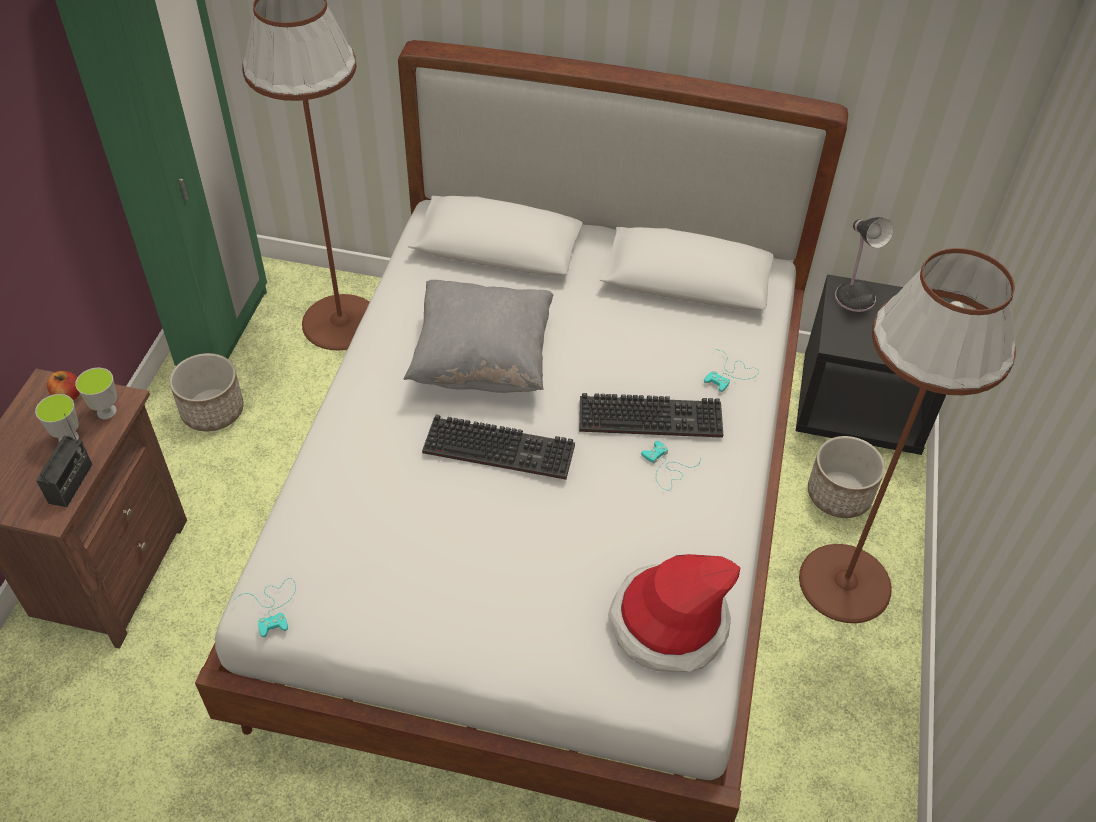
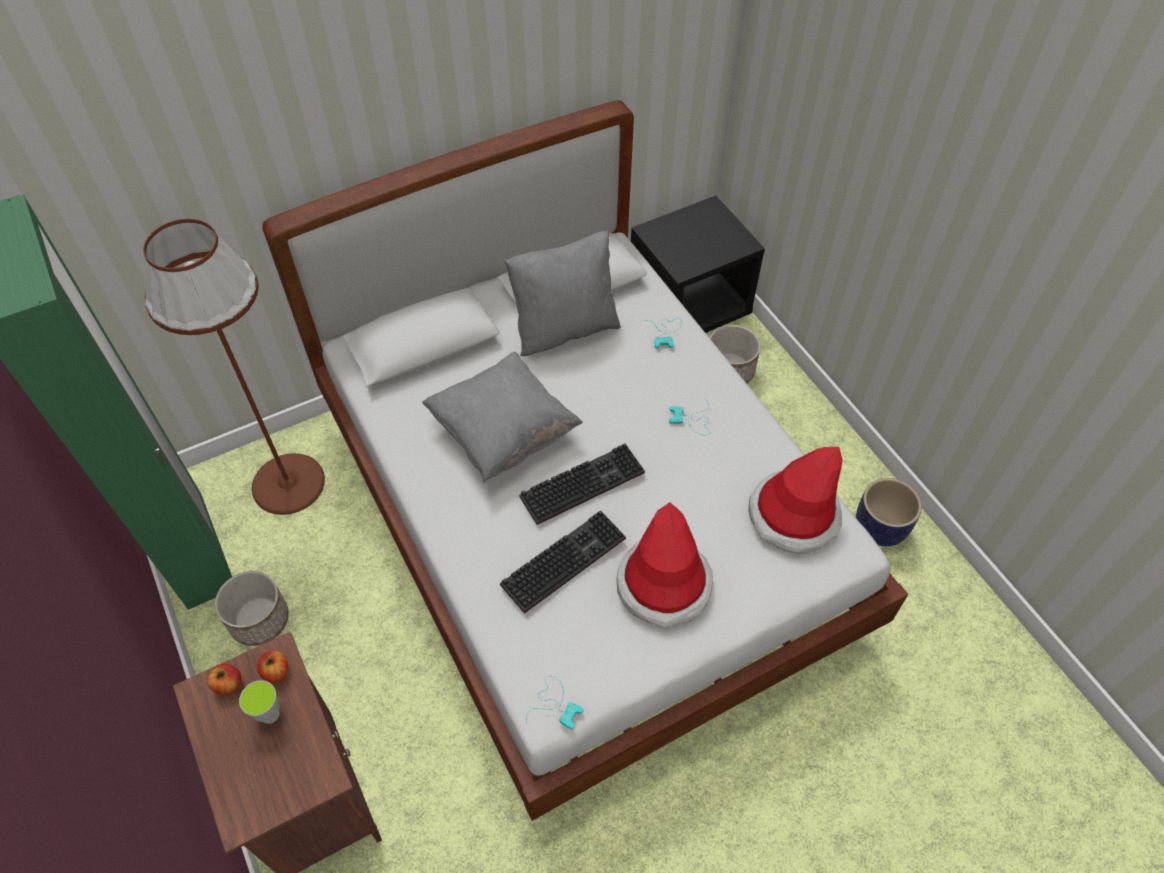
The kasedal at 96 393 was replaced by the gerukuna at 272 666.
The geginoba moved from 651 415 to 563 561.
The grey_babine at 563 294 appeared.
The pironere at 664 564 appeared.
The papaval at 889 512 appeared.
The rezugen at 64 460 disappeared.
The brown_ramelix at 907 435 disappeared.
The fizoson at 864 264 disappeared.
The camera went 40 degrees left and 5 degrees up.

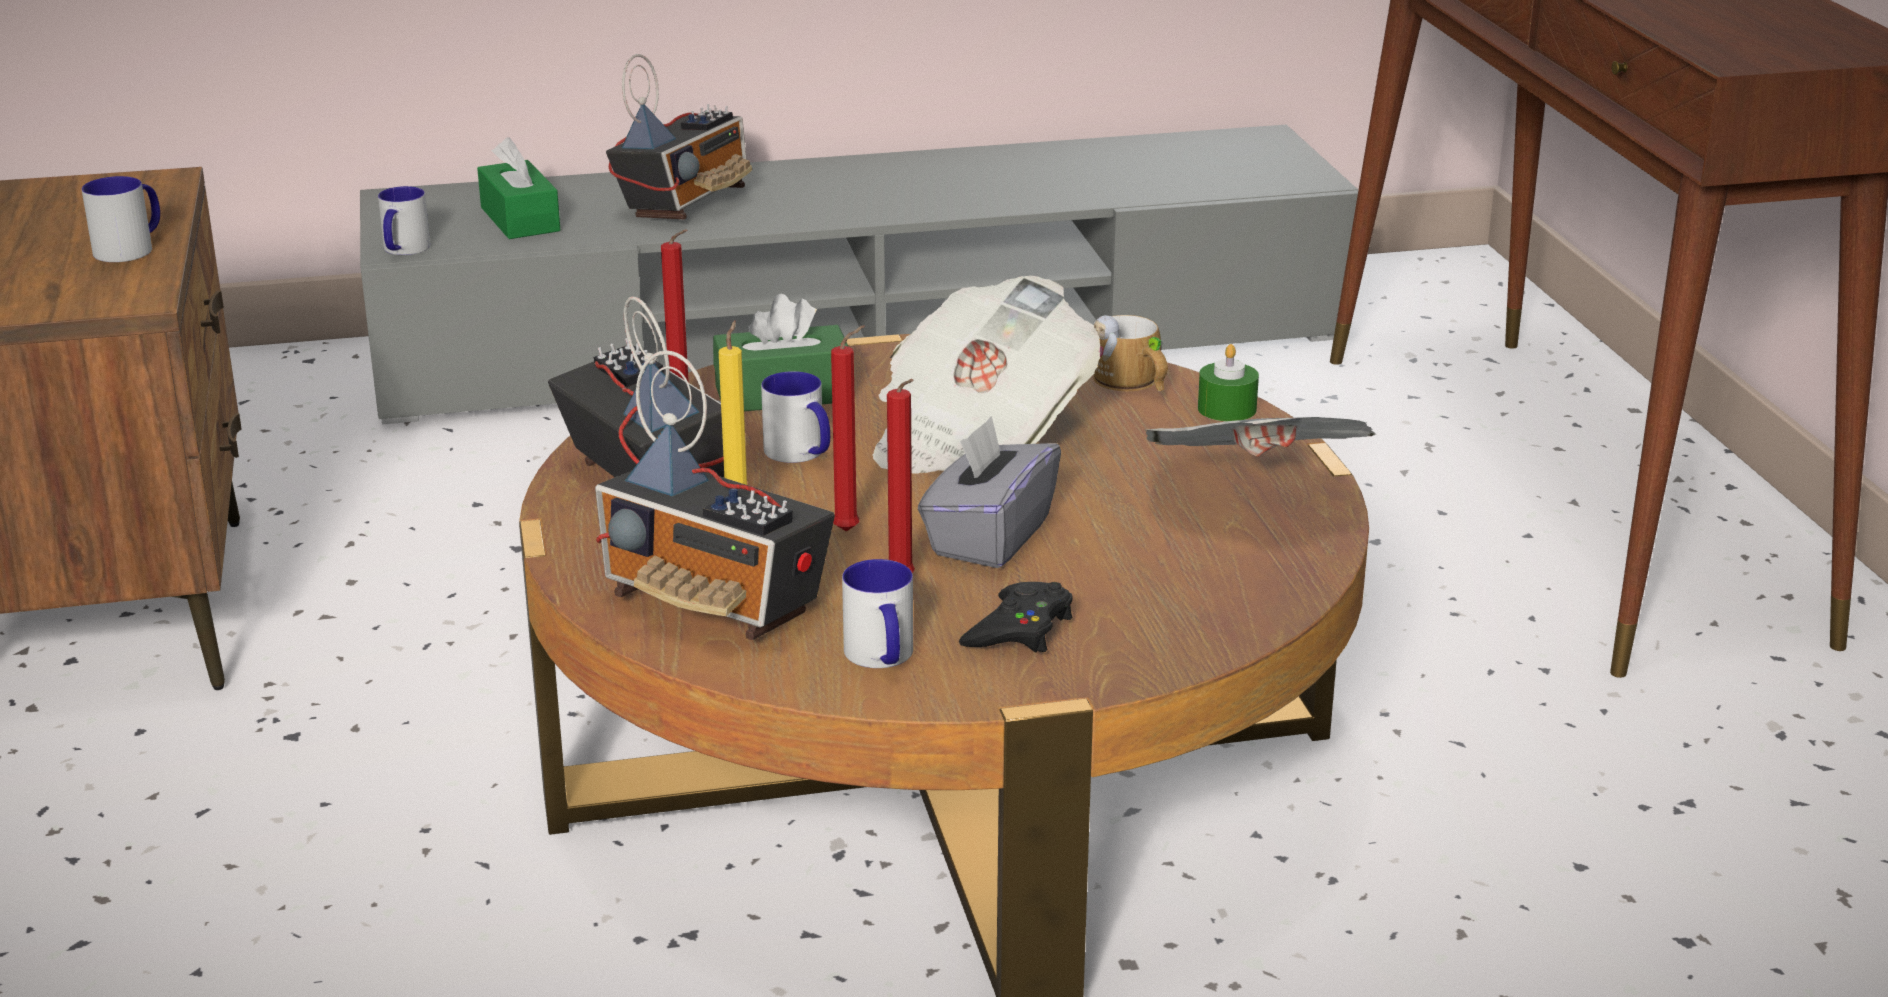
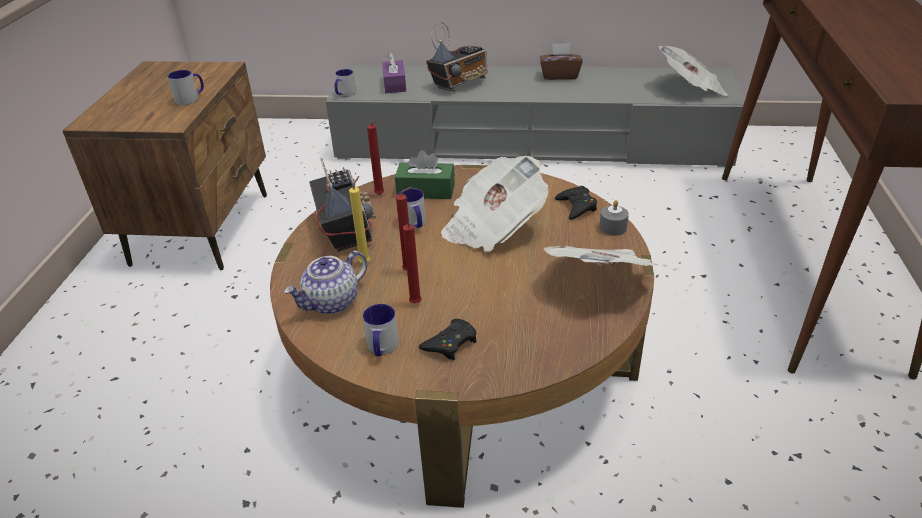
The rezugen at 715 495 was replaced by the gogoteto at 325 282.
The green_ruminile at 518 188 became the purple_ruminile at 394 72.
The brown_ruminile at 561 61 appeared.
The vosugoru at 1130 353 was replaced by the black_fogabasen at 576 203.
The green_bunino at 1228 382 became the grey_bunino at 614 218.
The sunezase at 694 71 appeared.
The grey_ruminile at 989 492 disappeared.
The camera went 20 degrees right and 10 degrees up.

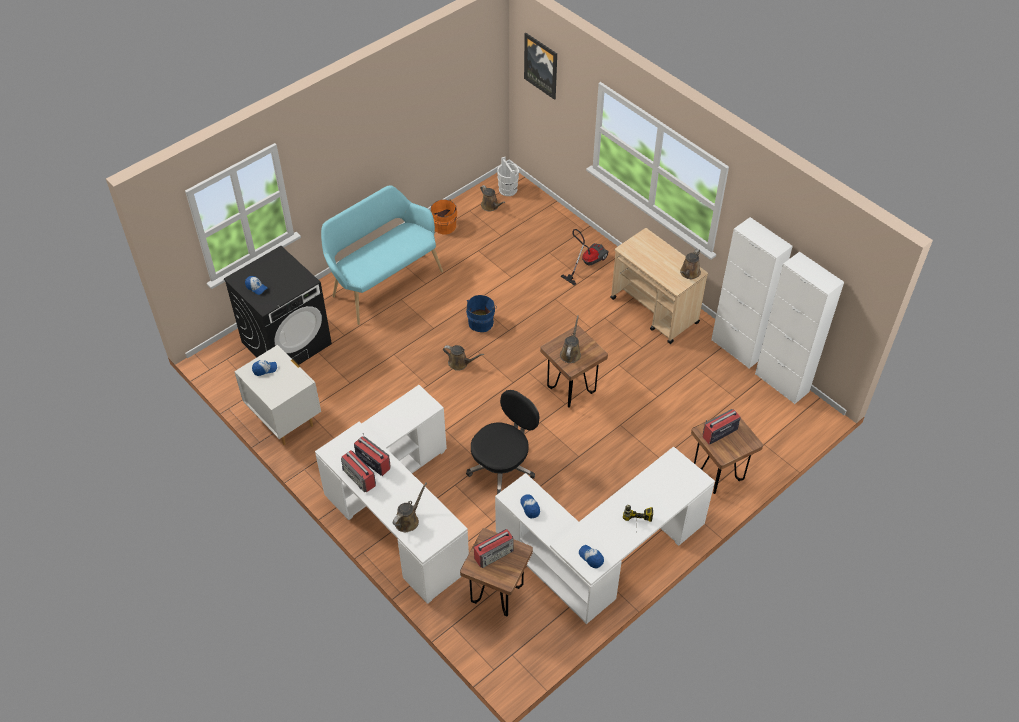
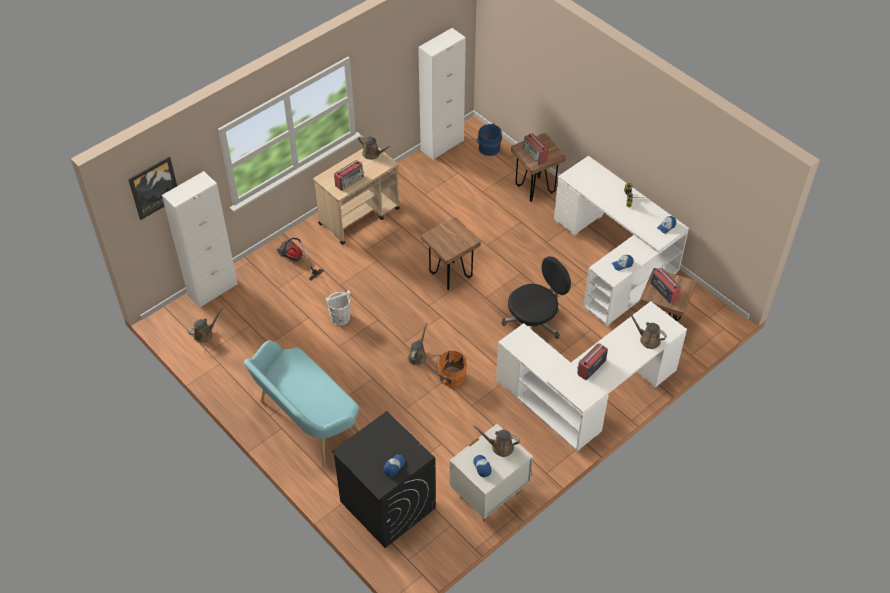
The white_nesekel moved from 752 293 to 200 239.
The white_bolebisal moved from 508 176 to 338 308.
The rezugen moved from 358 471 to 349 175.
The orange_bolebisal moved from 444 216 to 451 369.
The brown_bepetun moved from 570 339 to 496 441.
The blue_bolebisal moved from 481 313 to 489 139.
The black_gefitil at 502 442 turned 105 degrees clockwise.
The camera went 90 degrees left and 0 degrees up.

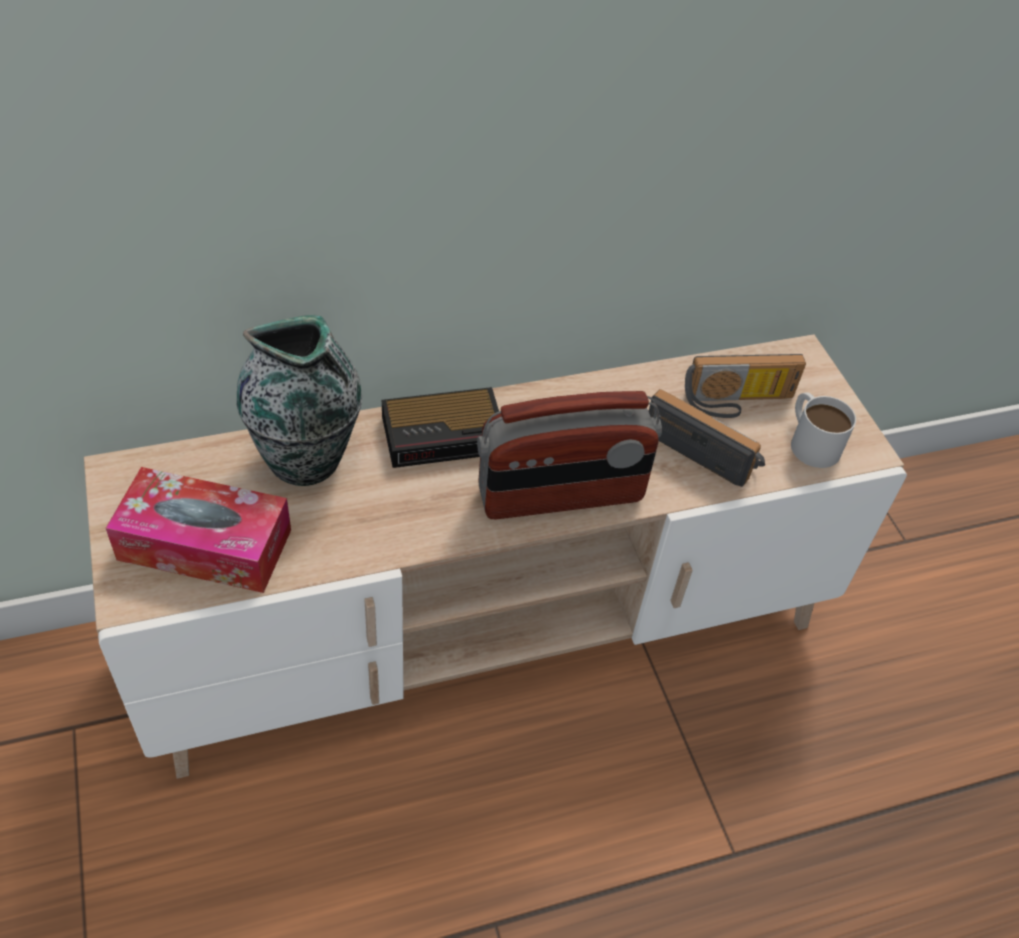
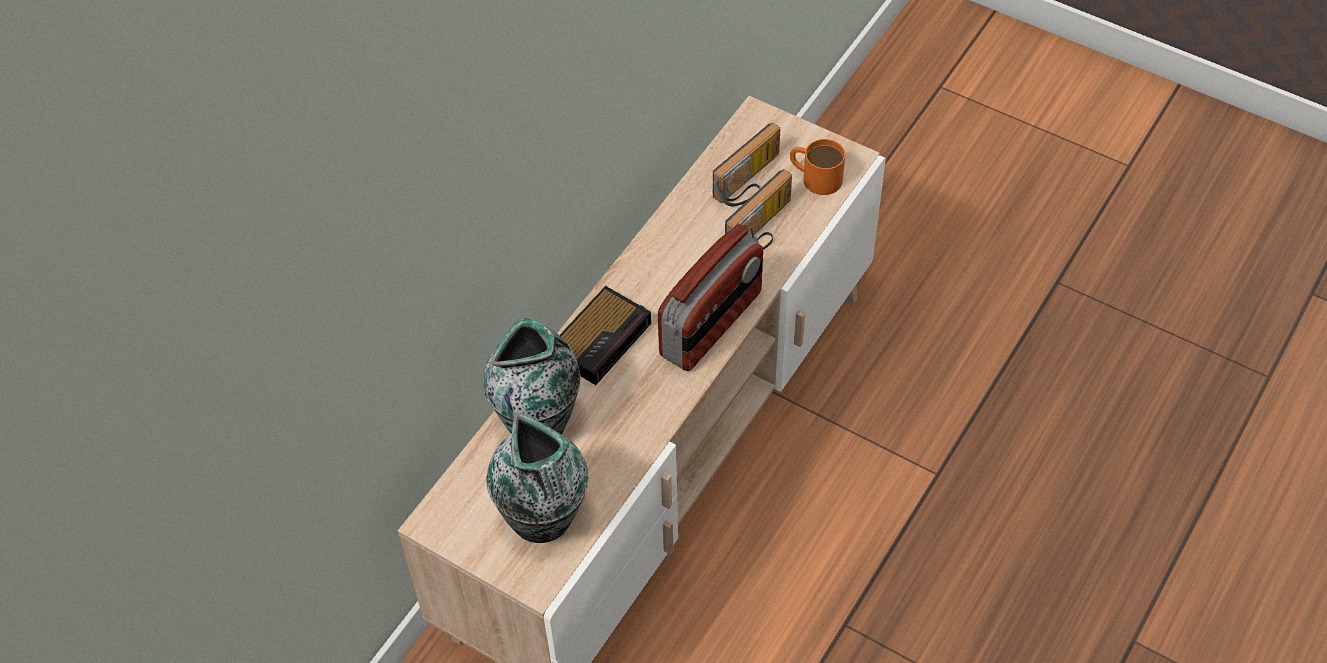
The ruminile at 198 530 was replaced by the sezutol at 537 478.
The rezugen at 707 438 turned 135 degrees clockwise.
The white_vosugoru at 823 430 became the orange_vosugoru at 817 167.
The camera went 35 degrees left and 5 degrees up.

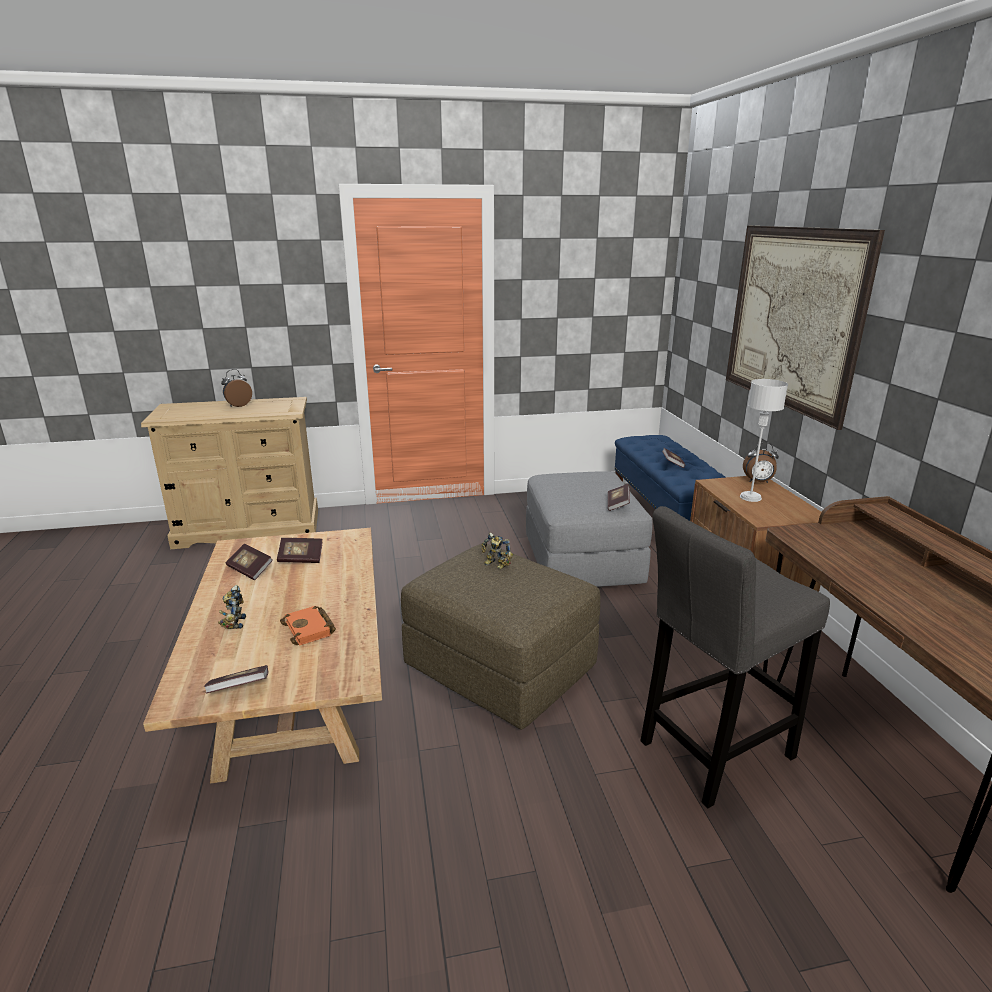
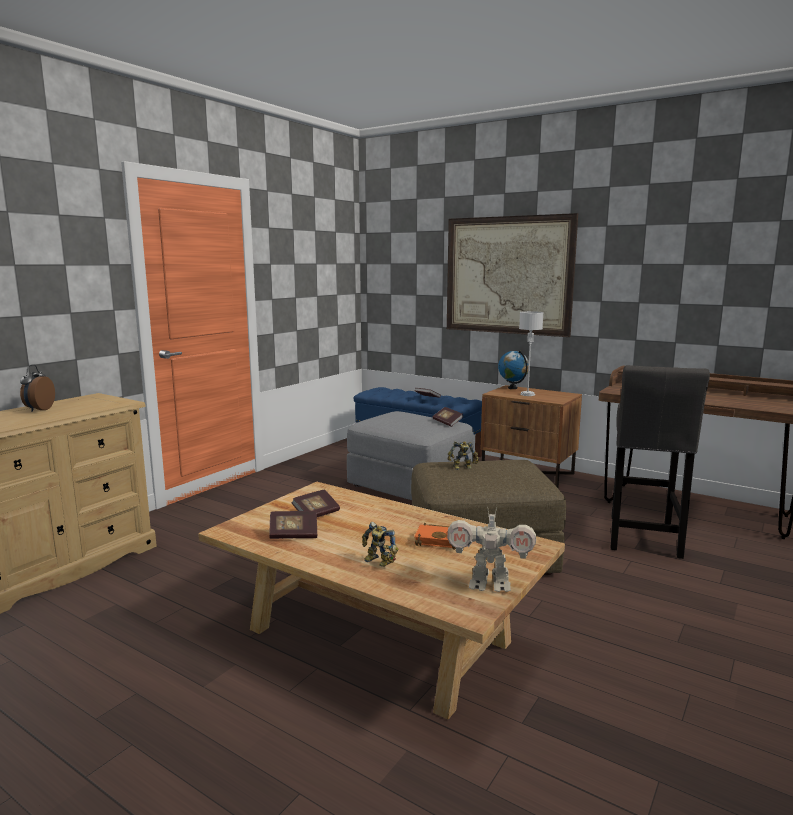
The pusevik at 236 679 was replaced by the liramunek at 491 549.
The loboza at 761 462 was replaced by the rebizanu at 513 370.
The camera went 45 degrees left and 10 degrees down.

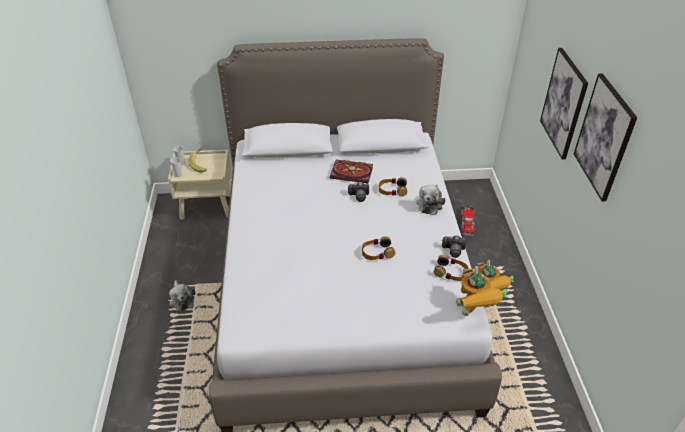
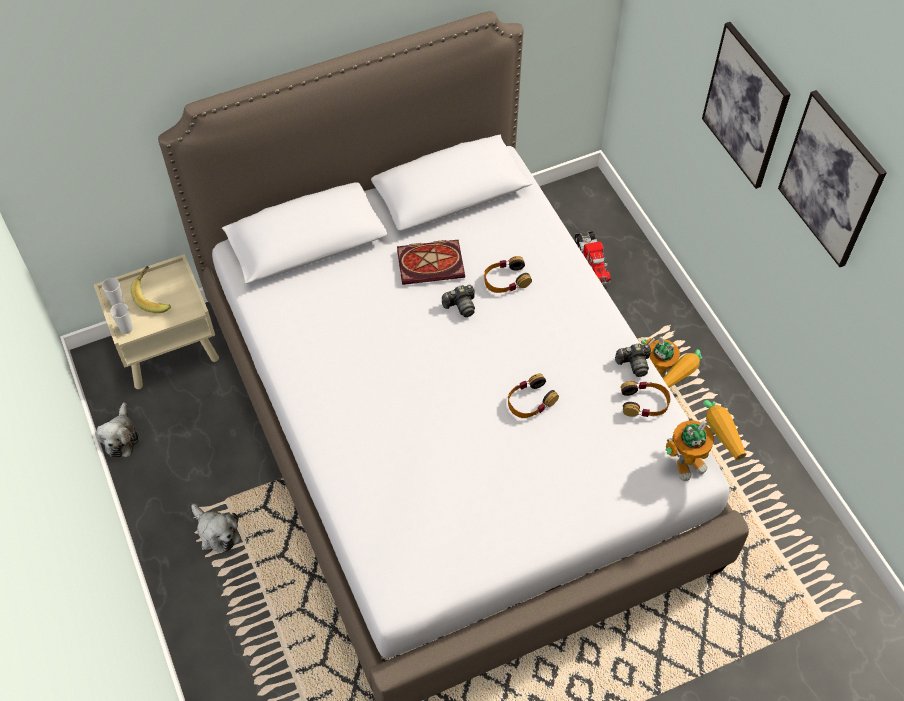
The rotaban moved from 431 200 to 118 429.
The liramunek at 481 291 turned 75 degrees counterclockwise.
The camera went 20 degrees left and 15 degrees up.

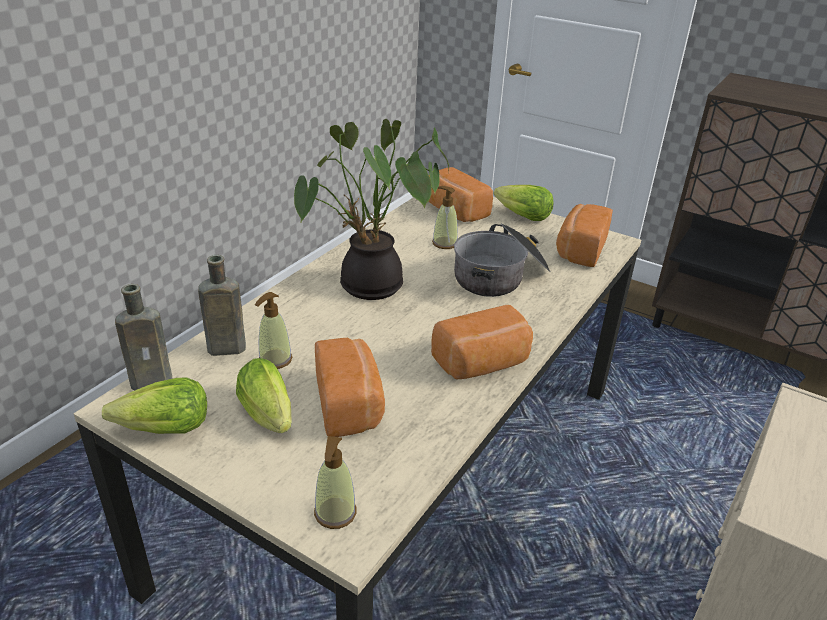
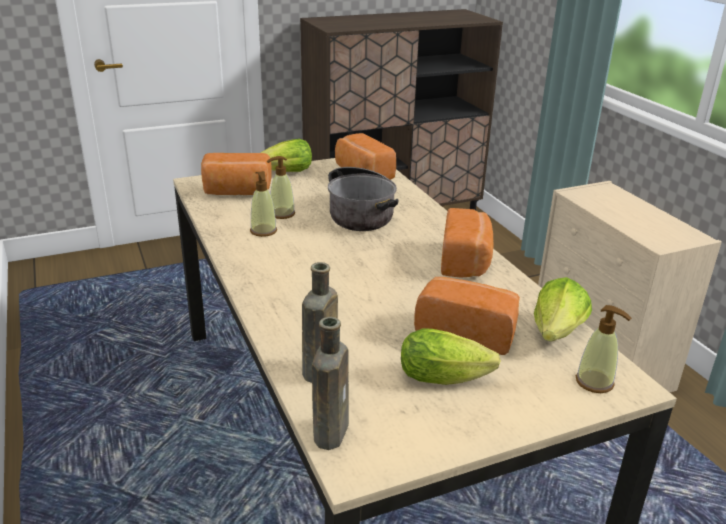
The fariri moved from 273 330 to 263 204.
The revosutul moved from 154 406 to 563 309.
The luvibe at 371 209 disappeared.
The camera went 55 degrees left and 5 degrees down.

